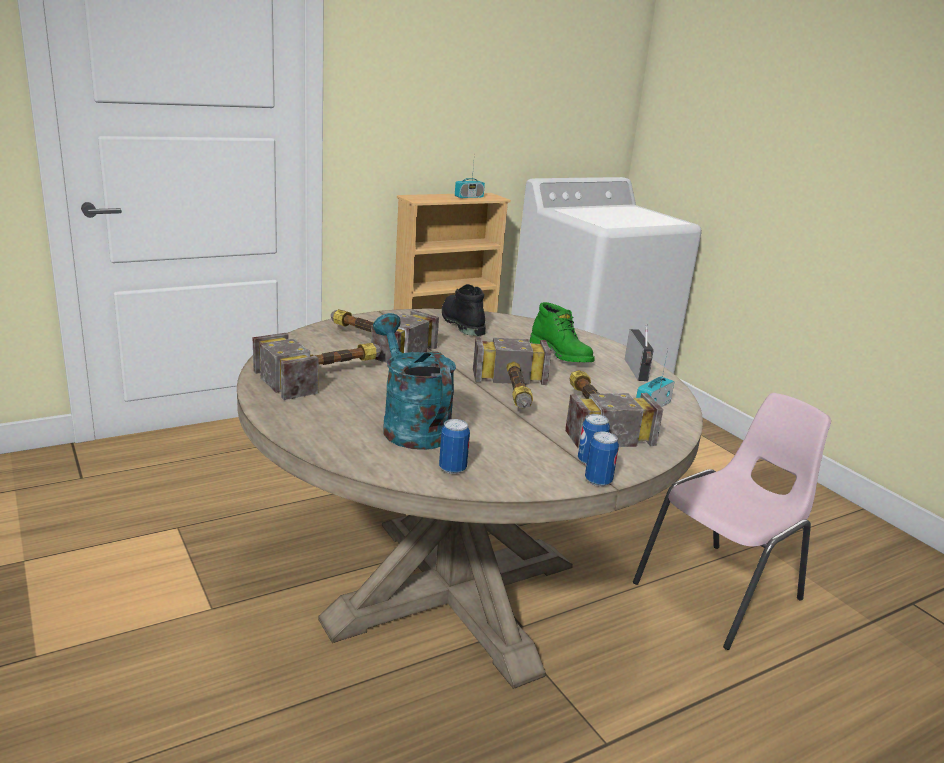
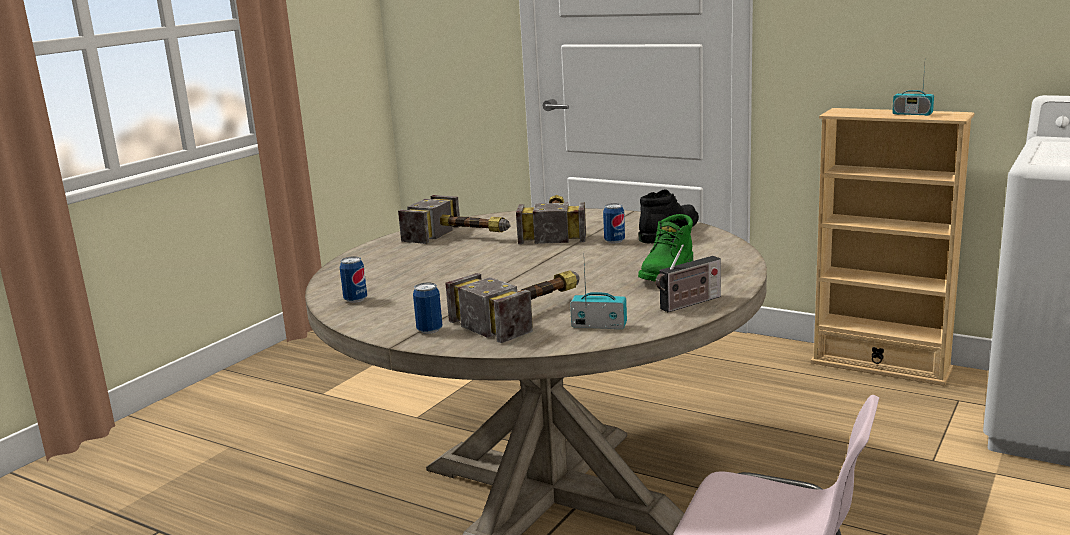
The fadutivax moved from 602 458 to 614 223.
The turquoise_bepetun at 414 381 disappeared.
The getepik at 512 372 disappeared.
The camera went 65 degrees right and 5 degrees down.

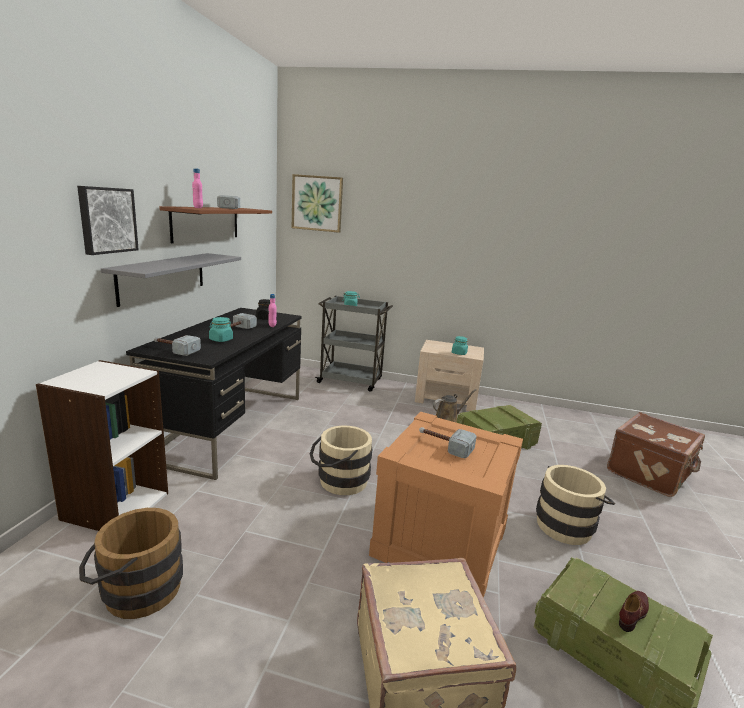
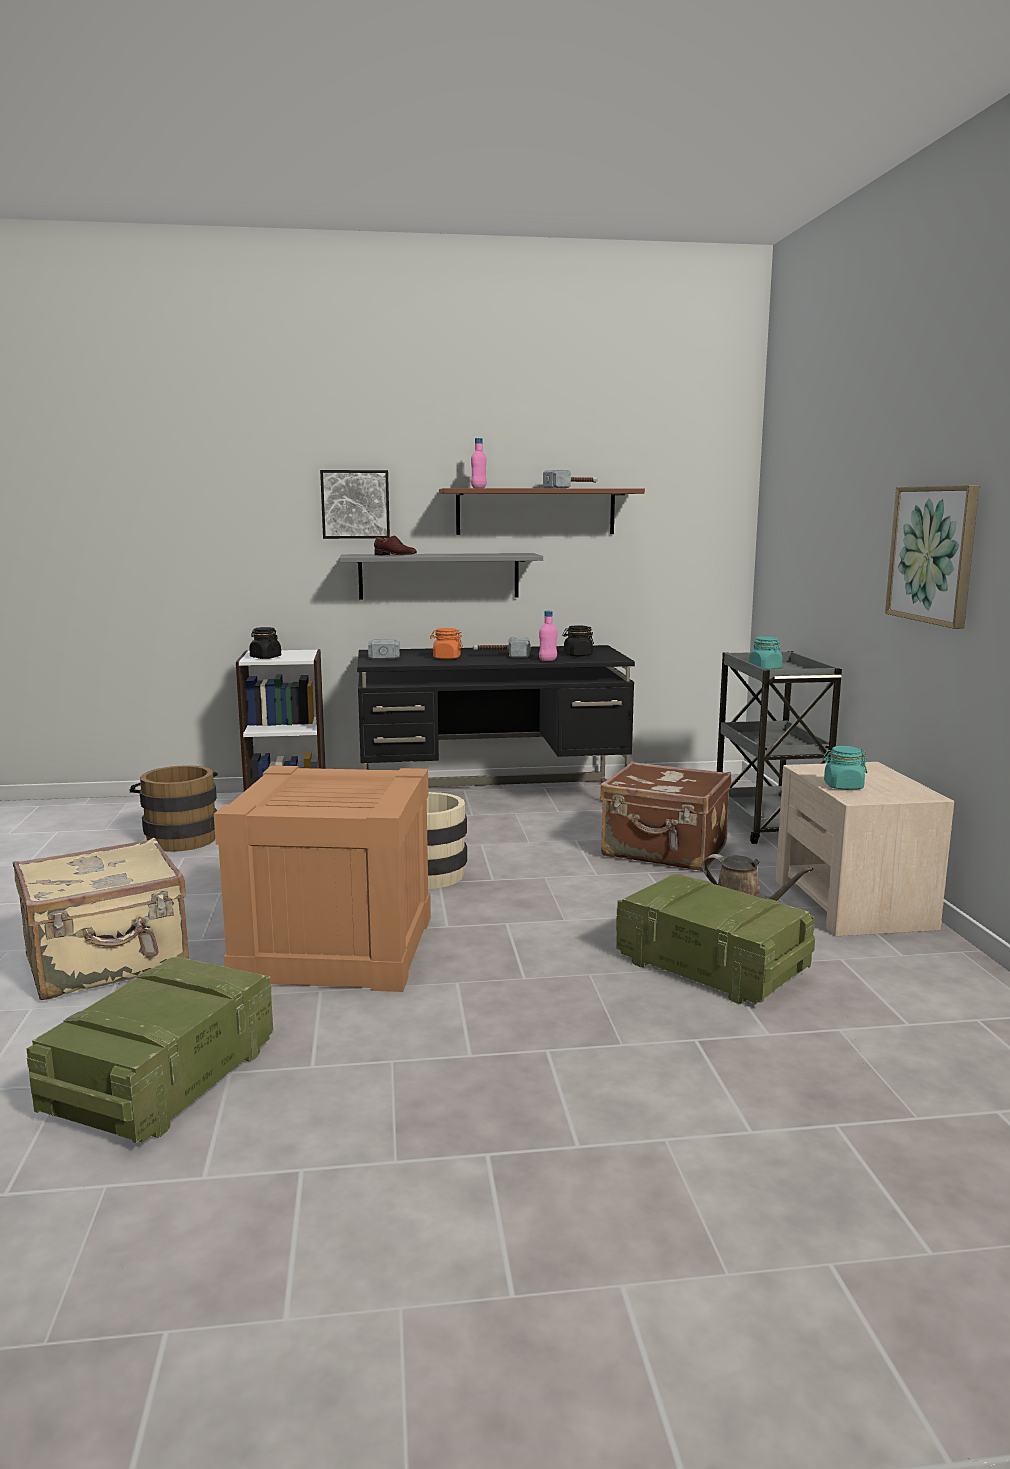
The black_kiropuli at 265 643 appeared.
The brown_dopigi moved from 634 611 to 395 545.
The turquoise_kiropuli at 221 329 became the orange_kiropuli at 446 643.
The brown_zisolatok moved from 656 454 to 665 816.
The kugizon moved from 317 203 to 932 557.
The getepik at 448 442 disappeared.
The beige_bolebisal at 575 505 disappeared.
The camera went 70 degrees right and 5 degrees down.

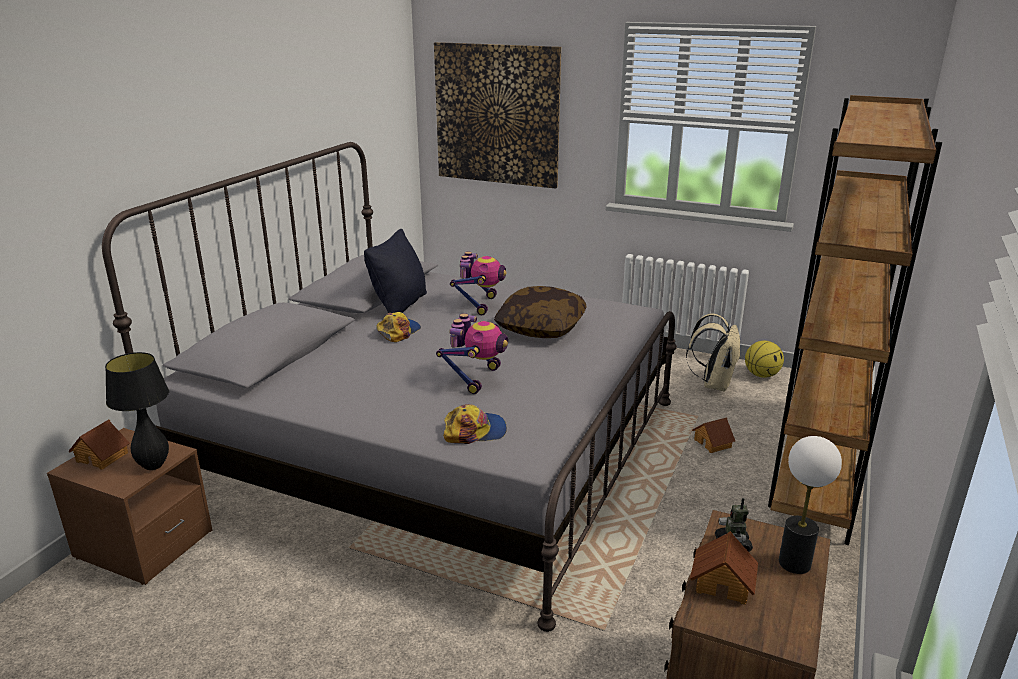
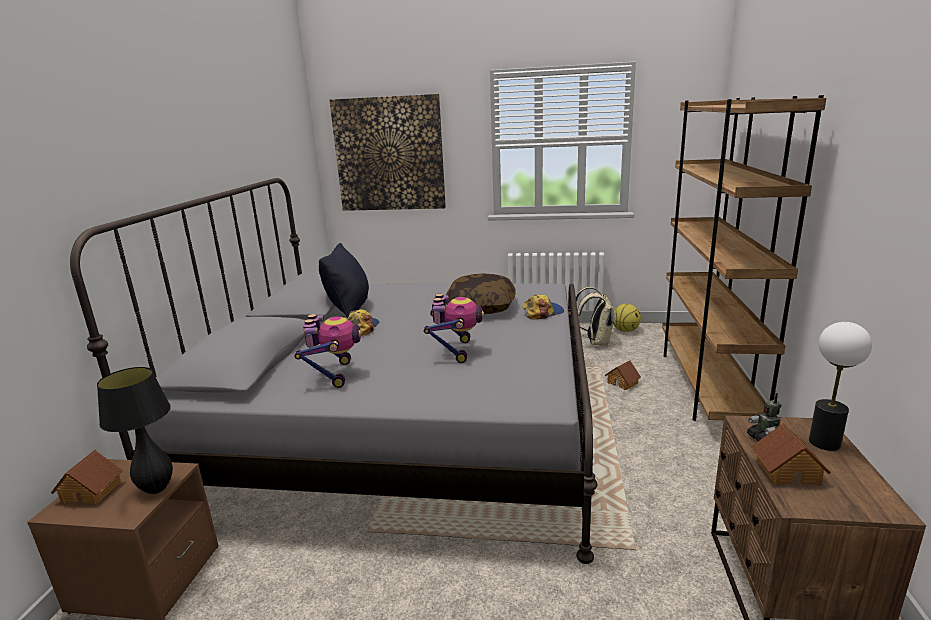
The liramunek moved from 478 283 to 328 351.
The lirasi moved from 475 424 to 543 306.
The camera went 15 degrees left and 5 degrees down.

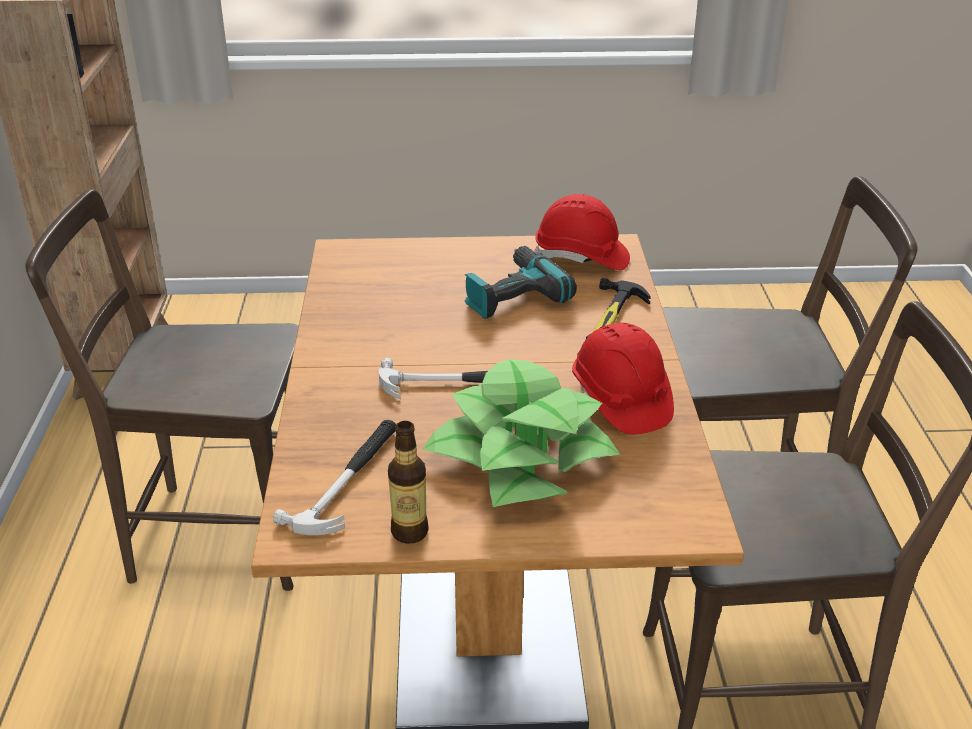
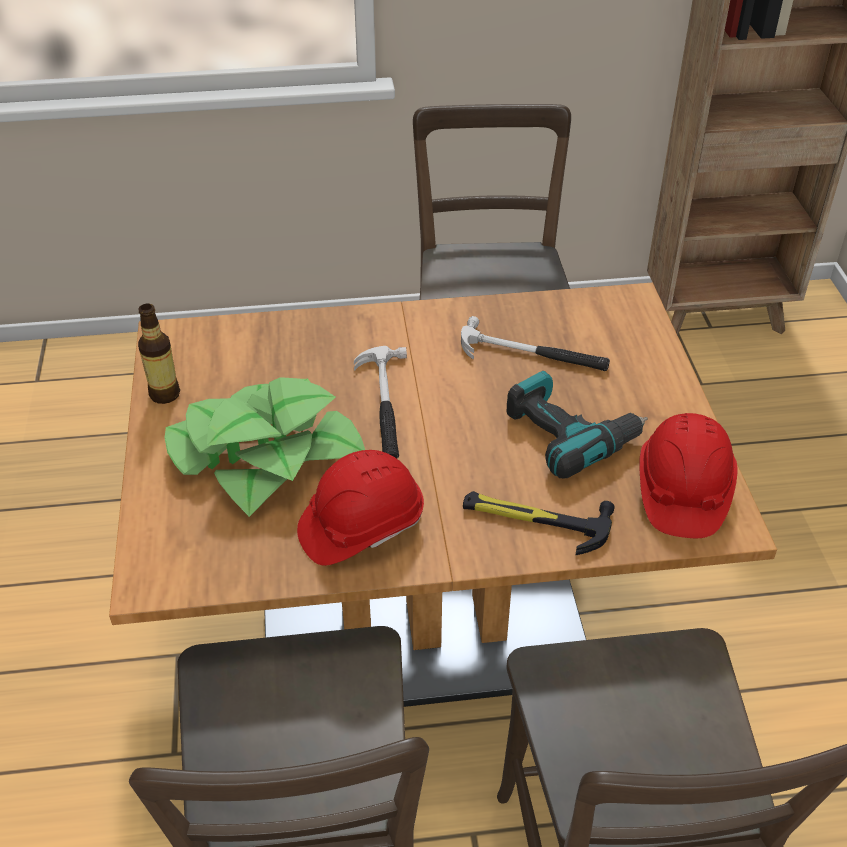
The getepik moved from 334 477 to 535 343.
The camera went 85 degrees right and 10 degrees up.

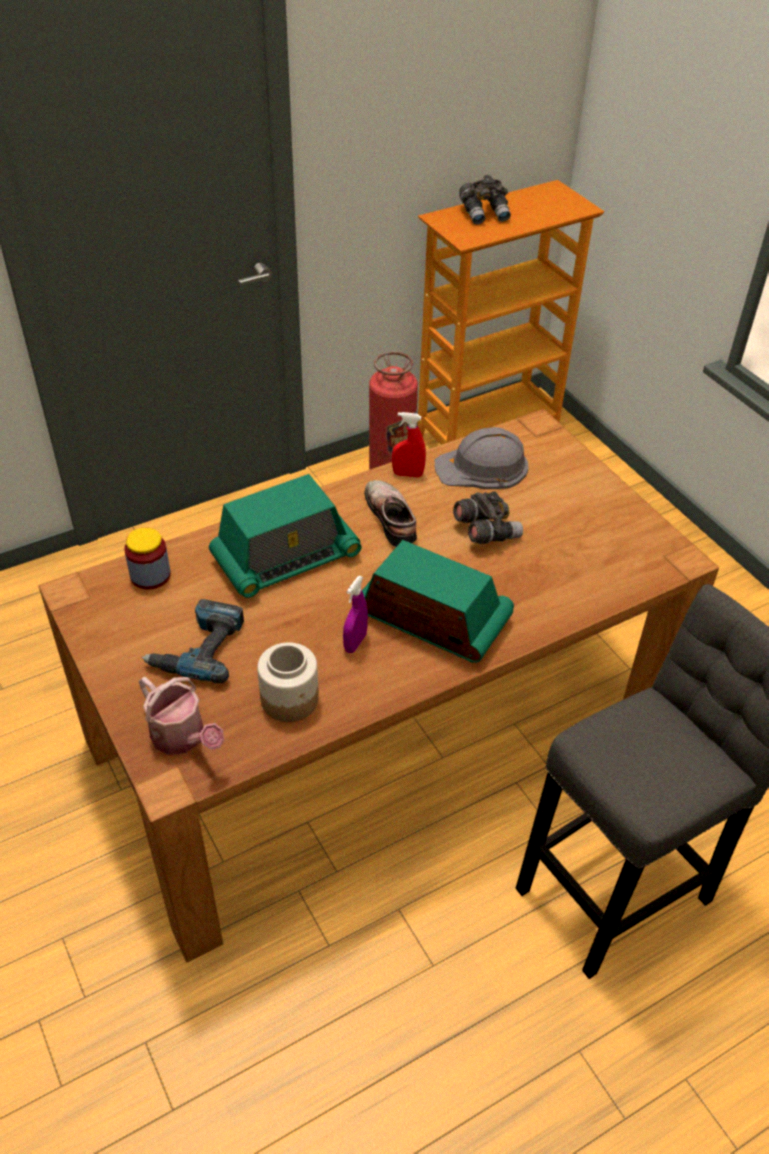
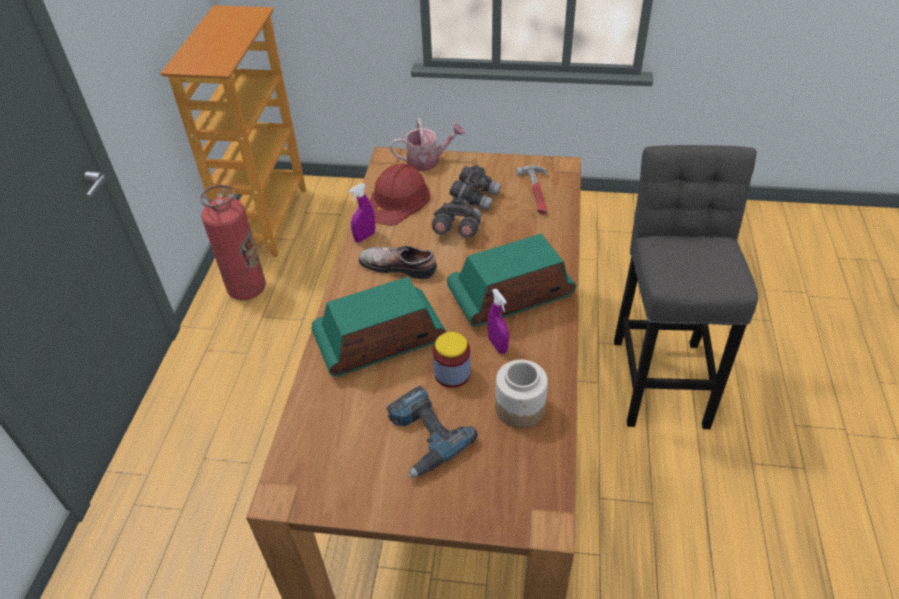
The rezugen at 285 536 turned 120 degrees counterclockwise.
The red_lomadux at 409 444 became the purple_lomadux at 362 212.
The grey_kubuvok at 481 458 became the red_kubuvok at 400 194.
The bepetun moved from 181 716 to 427 144.
The kiropuli moved from 147 559 to 452 360.
The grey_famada moved from 485 199 to 475 188.
The getepik at 531 190 appeared.
The camera went 50 degrees left and 0 degrees up.

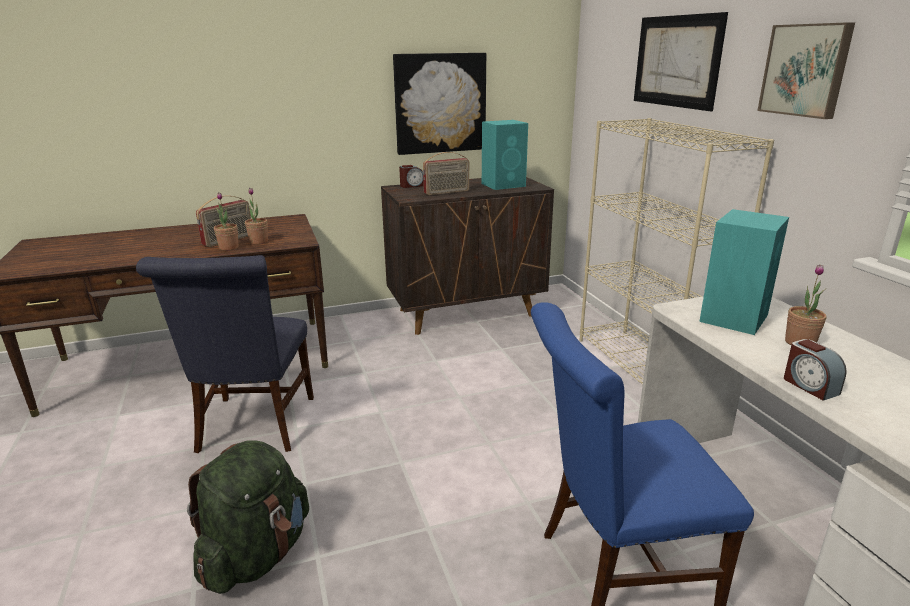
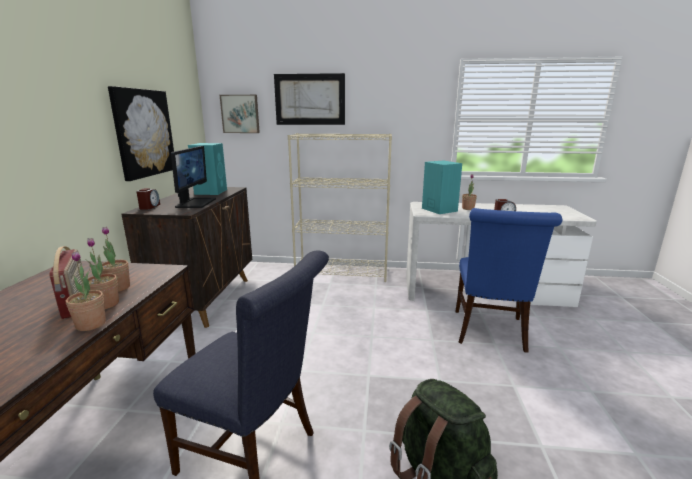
The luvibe at 86 291 appeared.
The rezugen at 446 173 was replaced by the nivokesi at 193 177.
The kugizon moved from 806 70 to 240 114.
The camera went 65 degrees left and 5 degrees down.

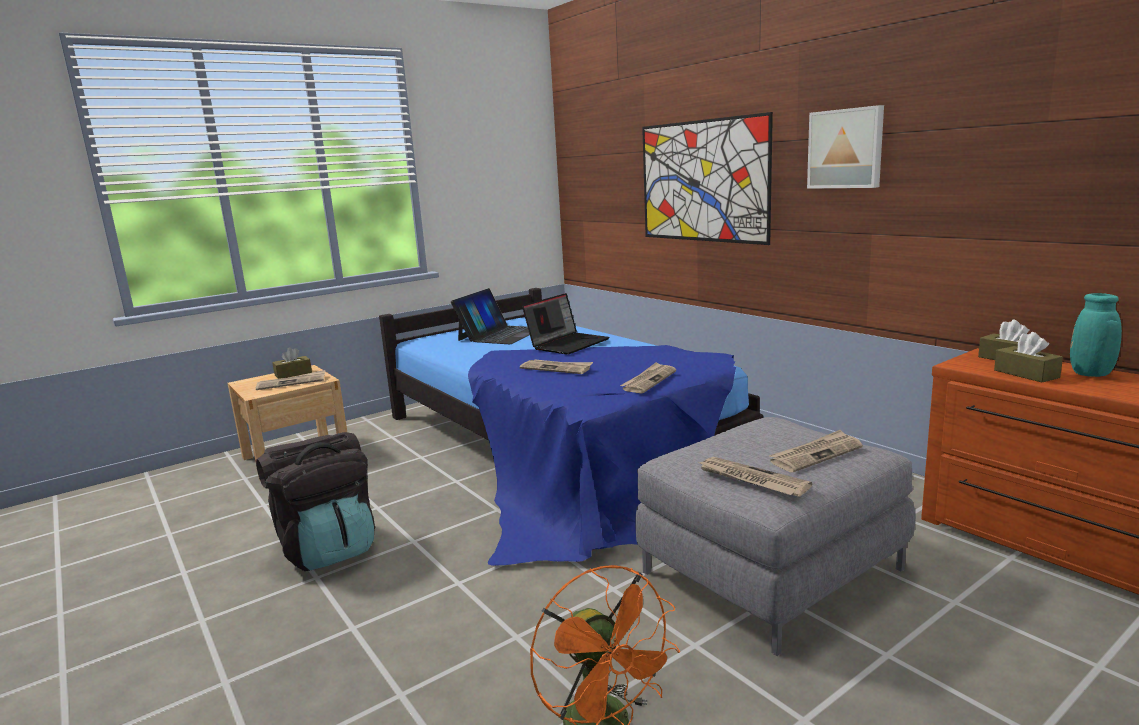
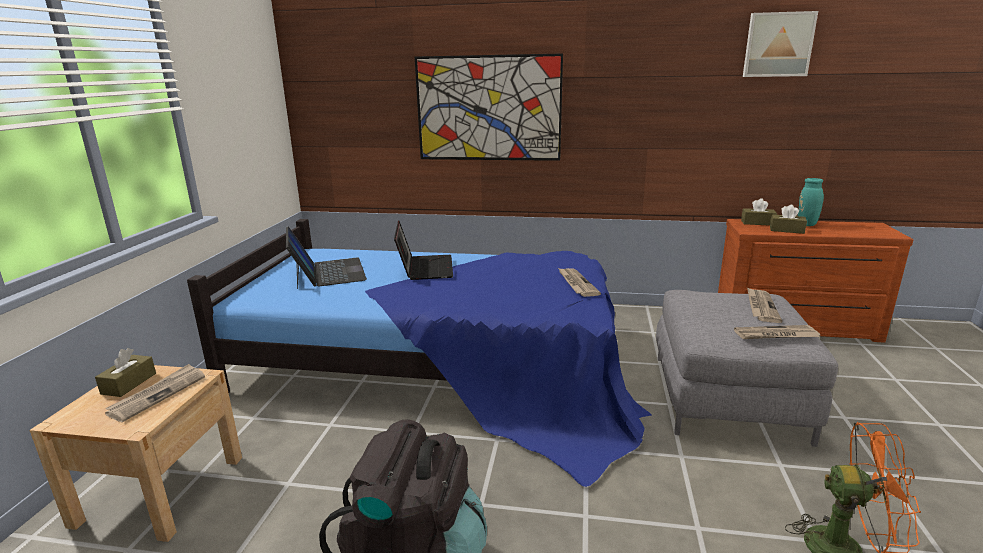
The kugizon moved from 845 147 to 780 44.
The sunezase at 556 366 disappeared.
The camera went 45 degrees left and 5 degrees up.

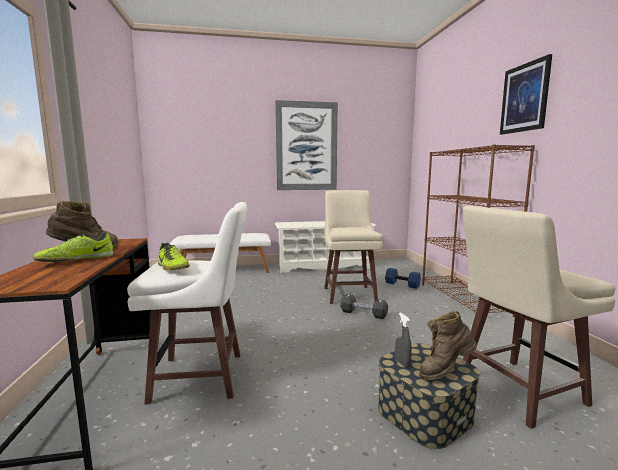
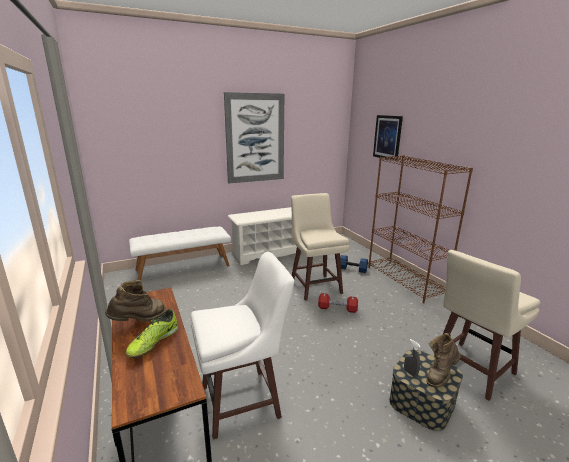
The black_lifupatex at 364 306 became the red_lifupatex at 338 303.
The kugizon moved from 526 94 to 388 137.
The dopigi at 174 256 disappeared.
The camera went 15 degrees left and 10 degrees up.

